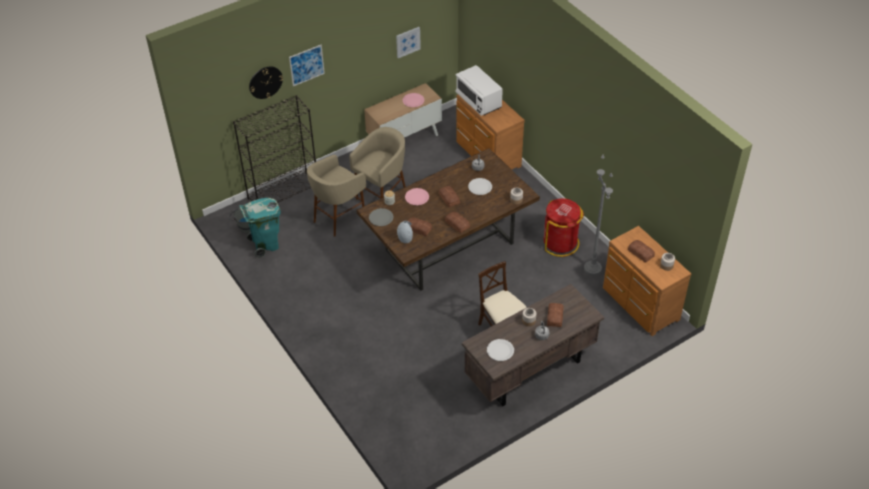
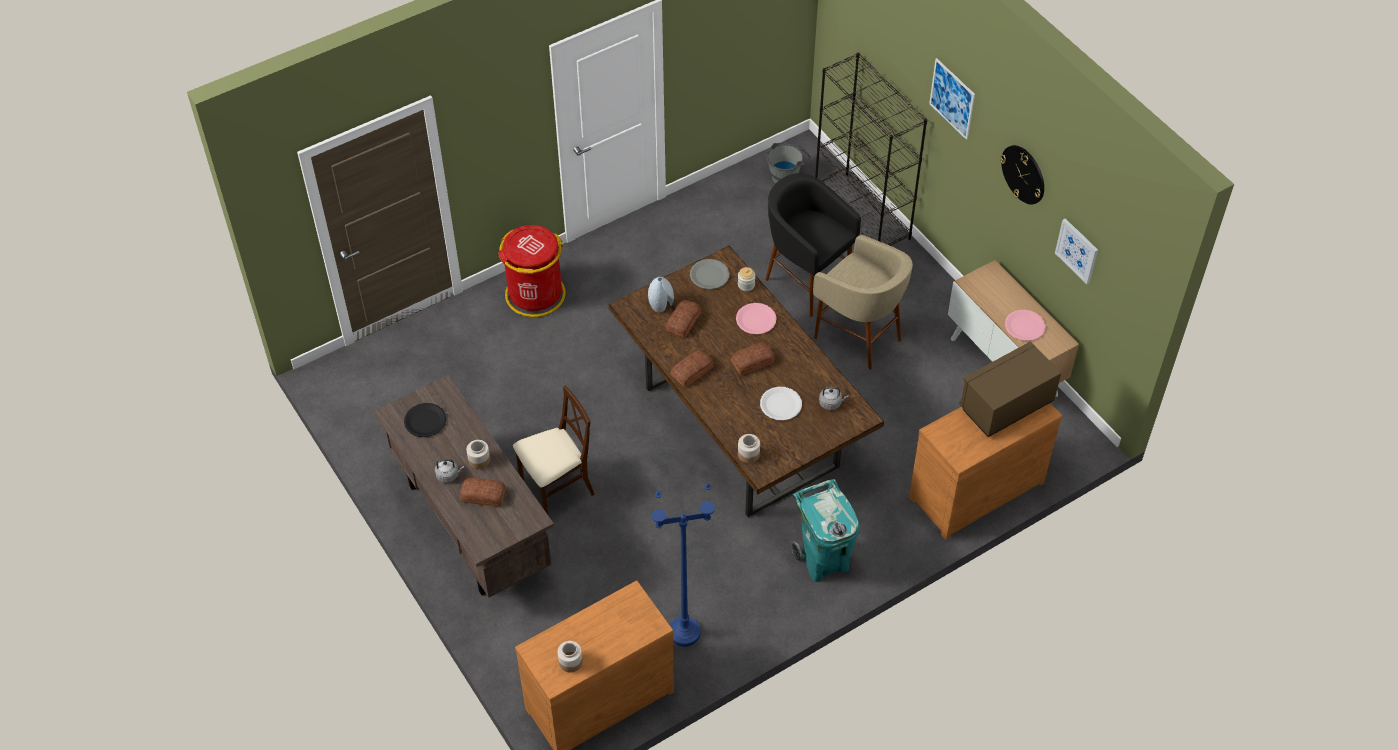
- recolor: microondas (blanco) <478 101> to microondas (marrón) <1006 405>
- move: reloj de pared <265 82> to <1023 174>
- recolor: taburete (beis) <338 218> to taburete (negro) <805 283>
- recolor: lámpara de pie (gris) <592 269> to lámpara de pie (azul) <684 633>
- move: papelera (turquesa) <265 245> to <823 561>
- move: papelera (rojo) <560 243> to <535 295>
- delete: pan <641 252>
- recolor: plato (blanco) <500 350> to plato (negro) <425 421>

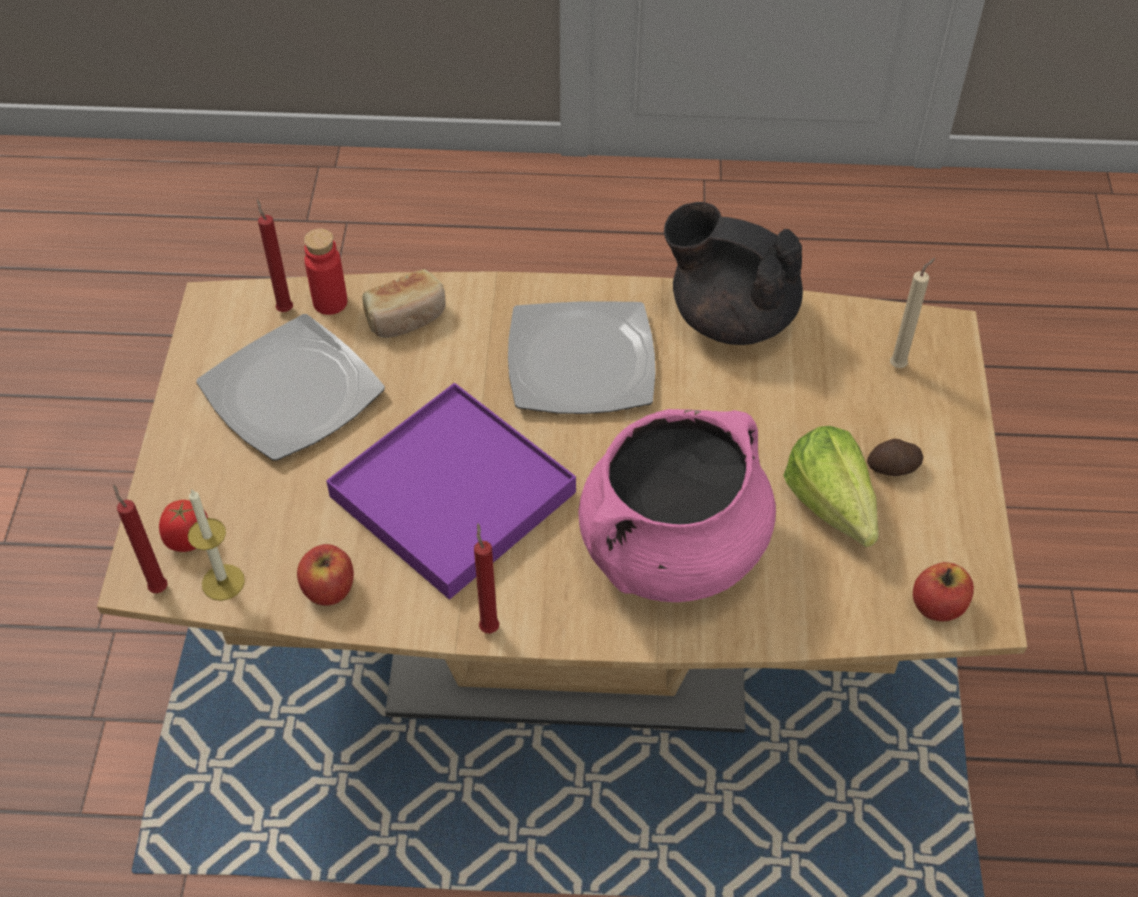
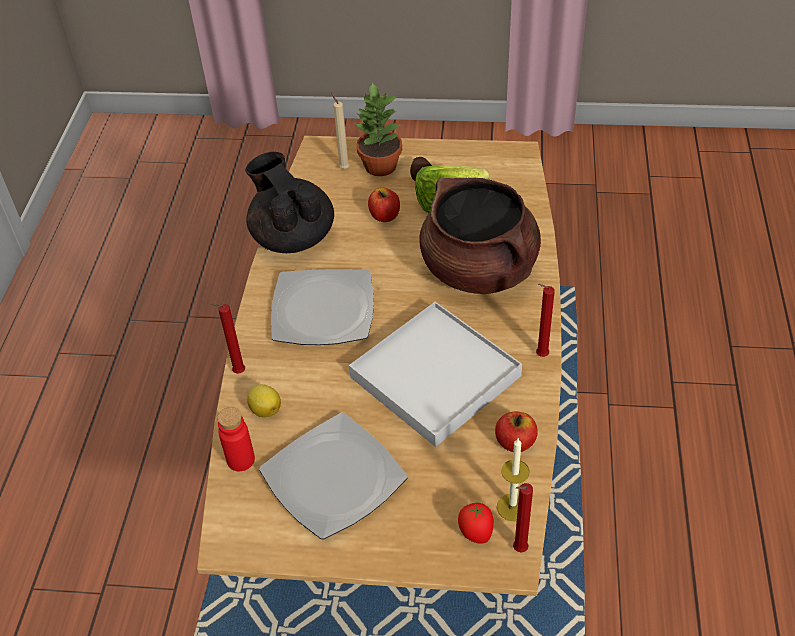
- move: vela (rojo) <284 308> to <237 372>
- rotate: tetera (negro) <730 316> = <292 236> 120 degrees clockwise
- replace: pan <406 317> to limón <265 409>
- recolor: bandeja (morado) <452 494> to bandeja (blanco) <435 377>
- recolor: olla (rosa) <672 549> to olla (marrón) <479 270>
- move: manzana <938 606> to <385 216>
- insert: planta en maceta <380 166>

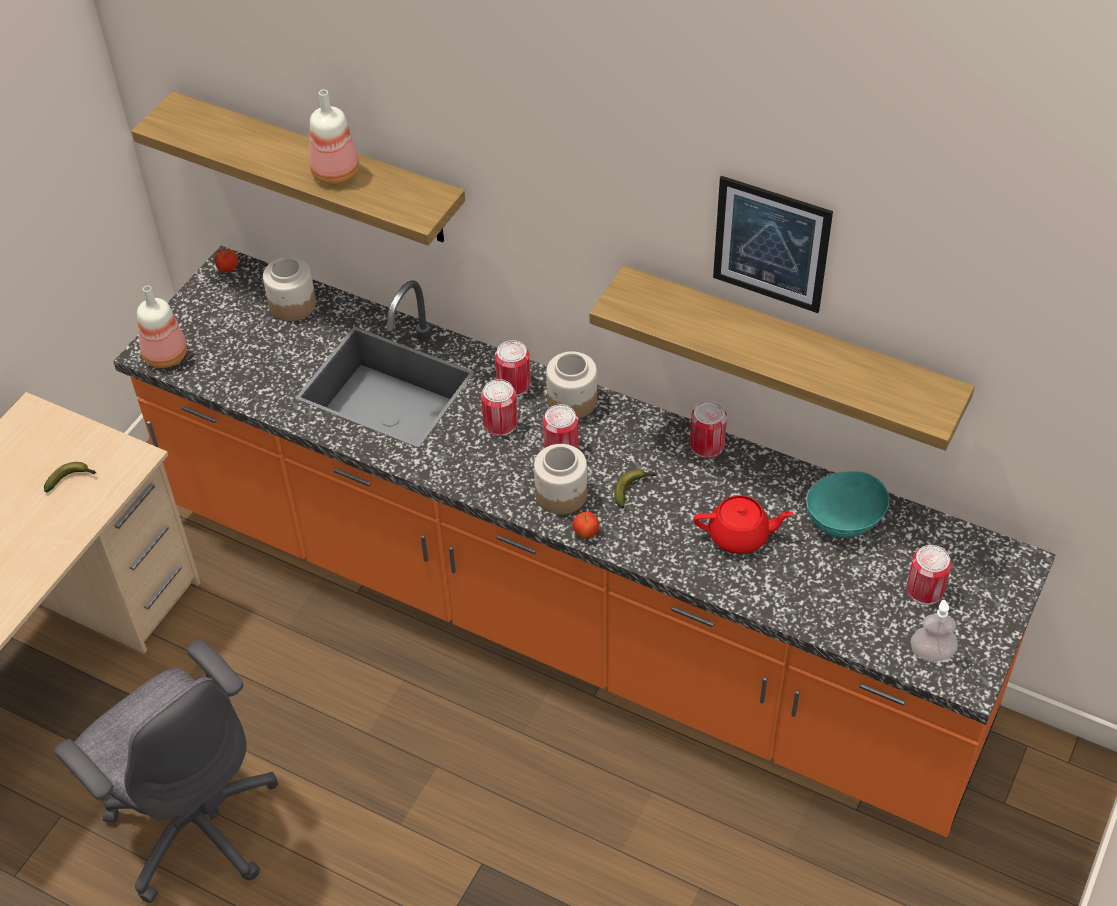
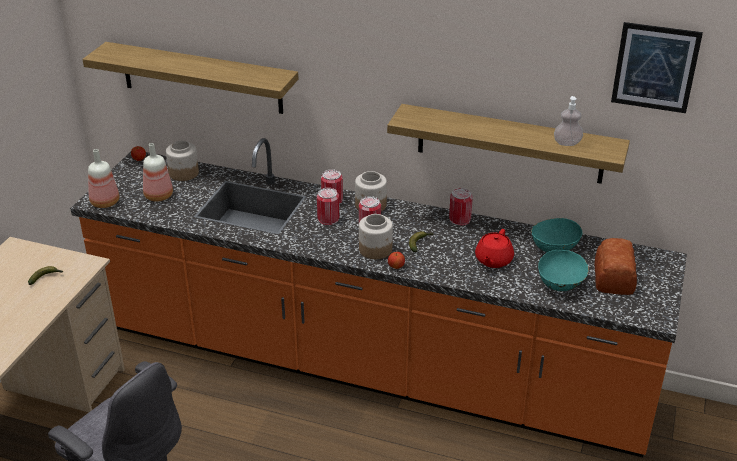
- move: botella <336 174> to <159 196>
- move: cuadro <771 244> to <655 67>
- rotate: tetera (rojo) <740 536> = <493 260> 120 degrees clockwise
- replace: lata <925 590> to pan <615 276>
- move: dispensador de jabón <931 653> to <567 143>
- insert: cuenco (turquesa) <561 284>

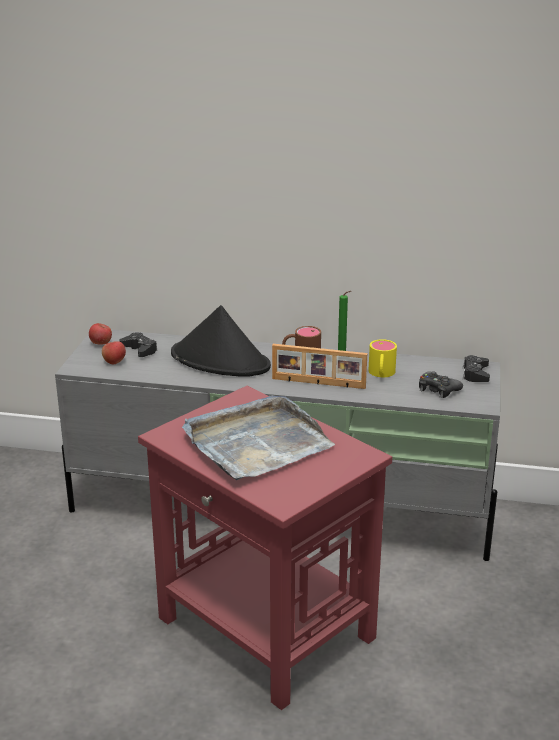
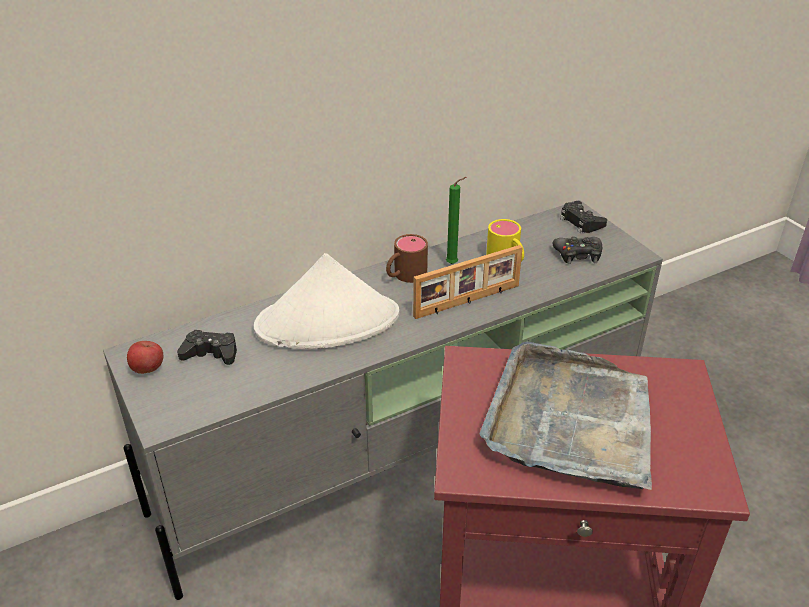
- recolor: sombrero (negro) <221 360> to sombrero (blanco) <328 322>
- delete: manzana <114 362>

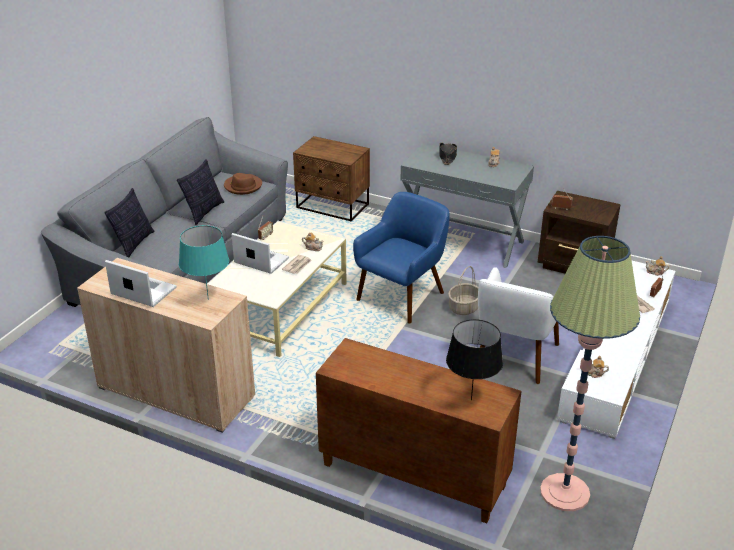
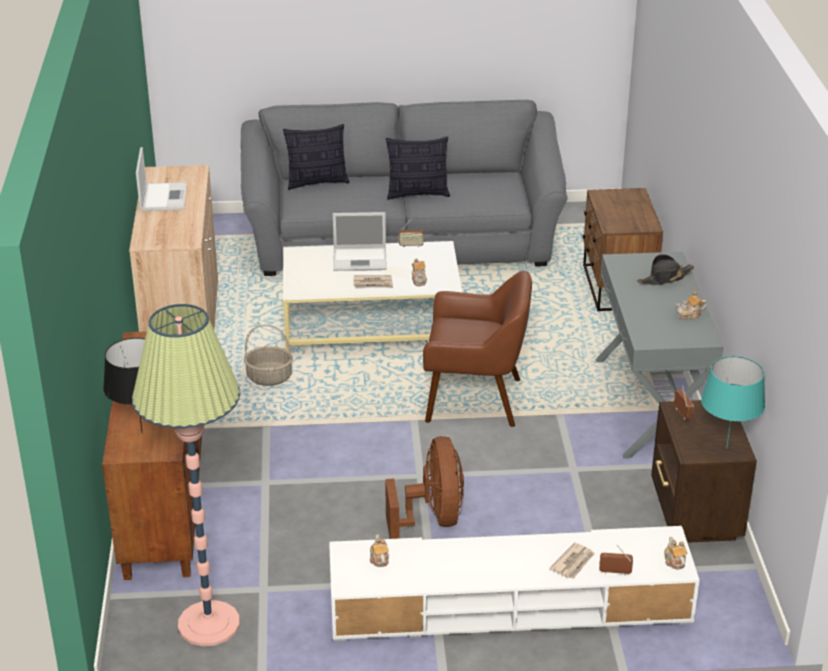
- delete: sombrero (marrón) <243 186>
- recolor: sillón (azul) <402 296> to sillón (marrón) <475 400>
- move: lámpara de mesa (turquesa) <208 299> to <726 448>
- rotate: portátil <260 260> = <361 259> 90 degrees clockwise
- move: cesta <464 308> to <268 377>
- replace: sillón (blanco) <515 356> to ventilador (marrón) <432 519>

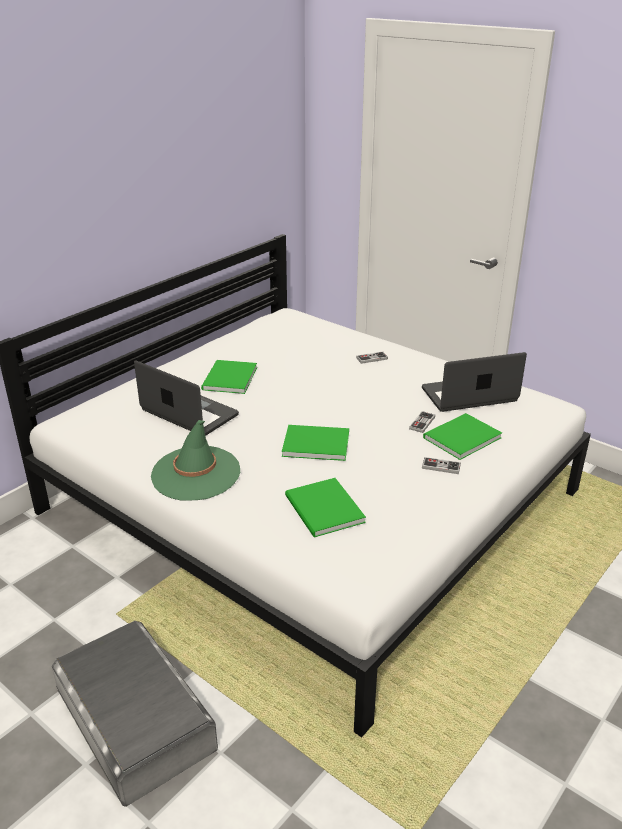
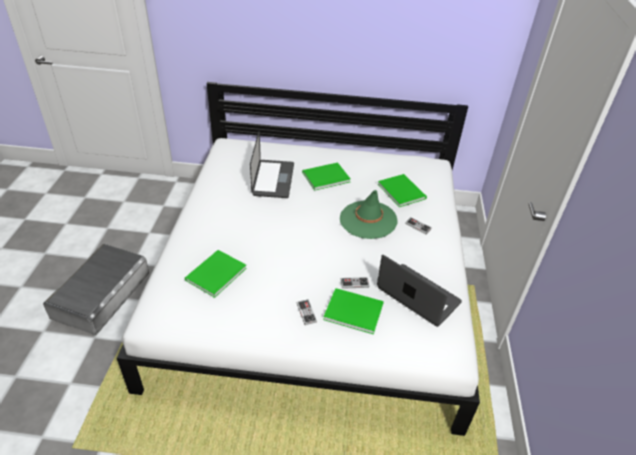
- move: sombrero (verde) <196 473> to <368 220>
- move: libro (verde) <314 443> to <401 190>

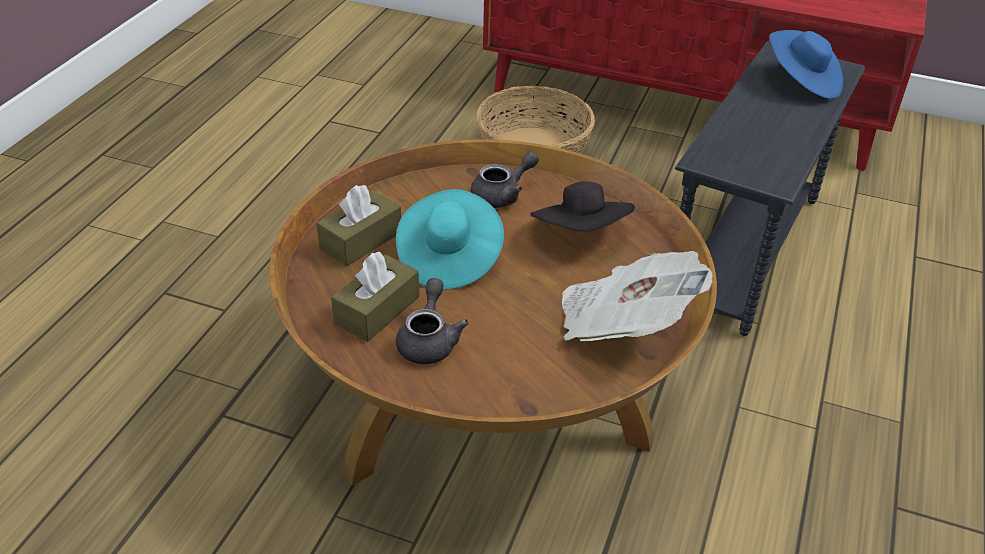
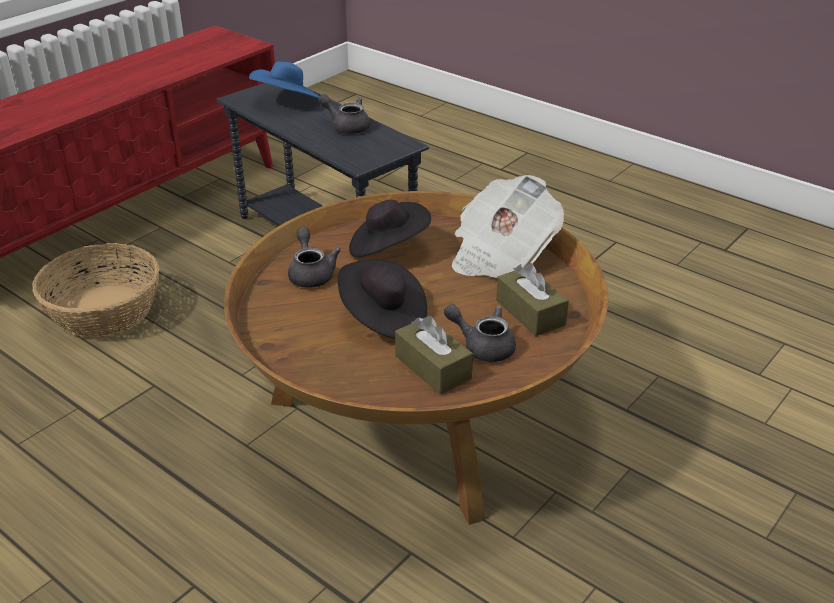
- move: caja de pañuelos (marrón) <361 240> to <530 313>
- recolor: sombrero (turquesa) <448 258> to sombrero (negro) <383 317>
- insert: tetera (gris) <347 126>

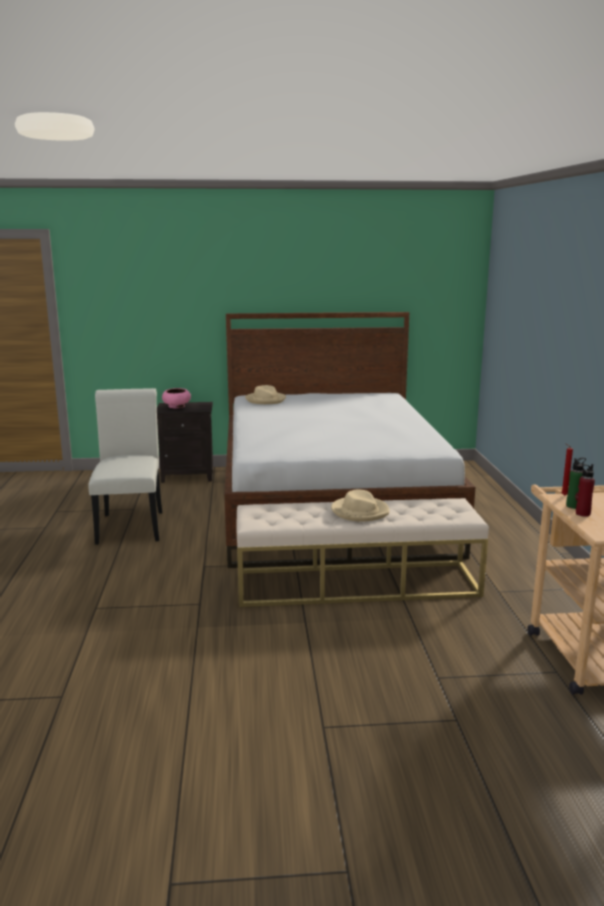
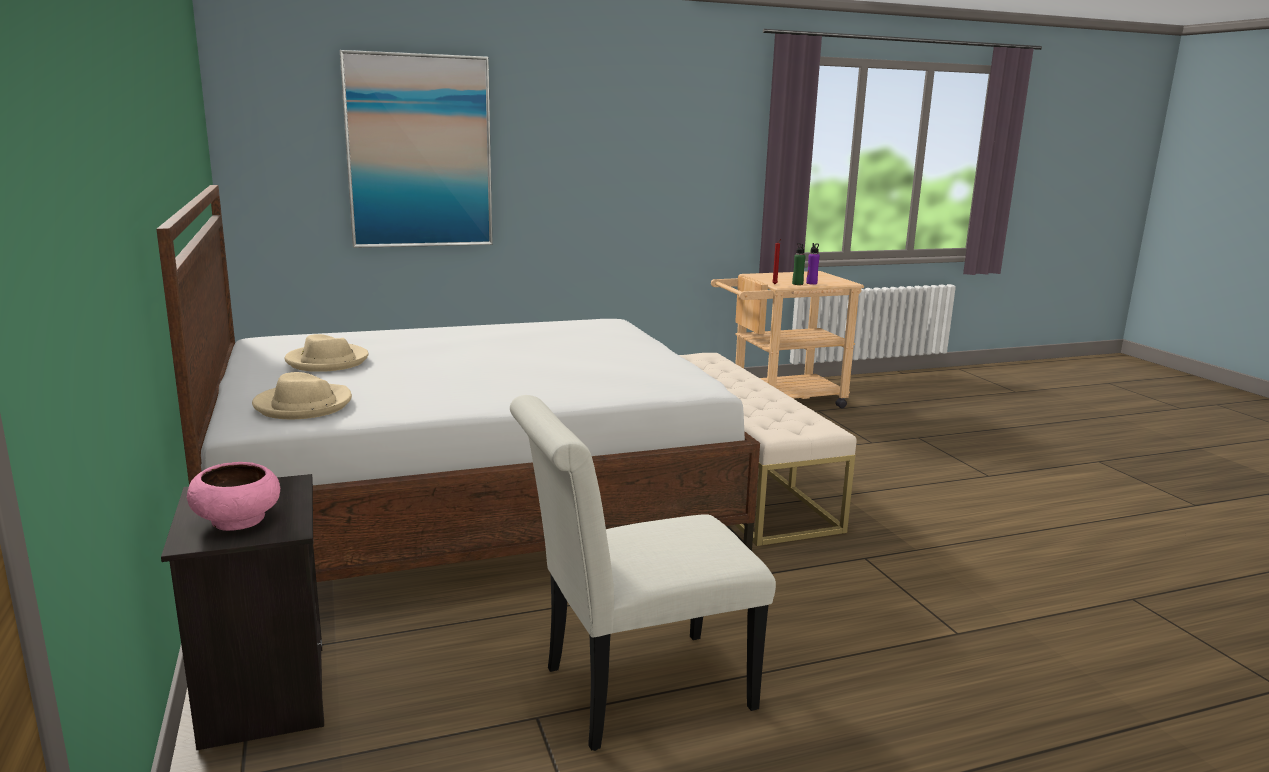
- recolor: botella (rojo) <582 513> to botella (morado) <811 283>
- move: sombrero (beis) <360 511> to <327 361>
- insert: cuadro <419 152>

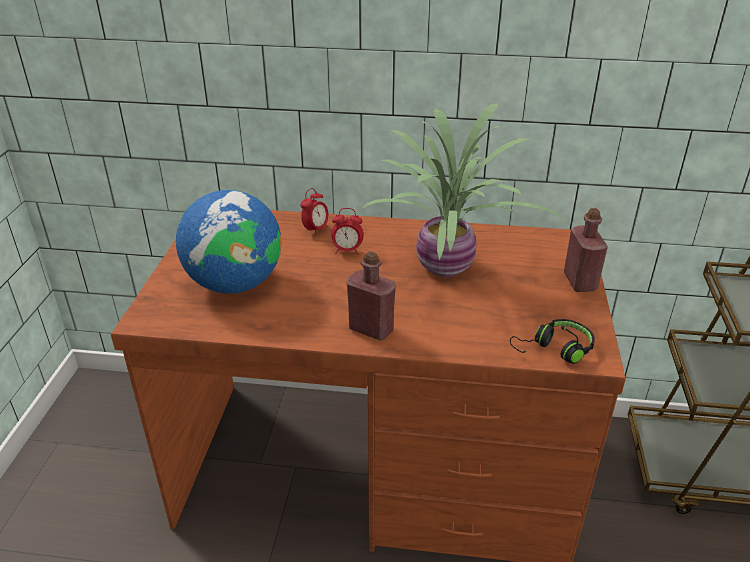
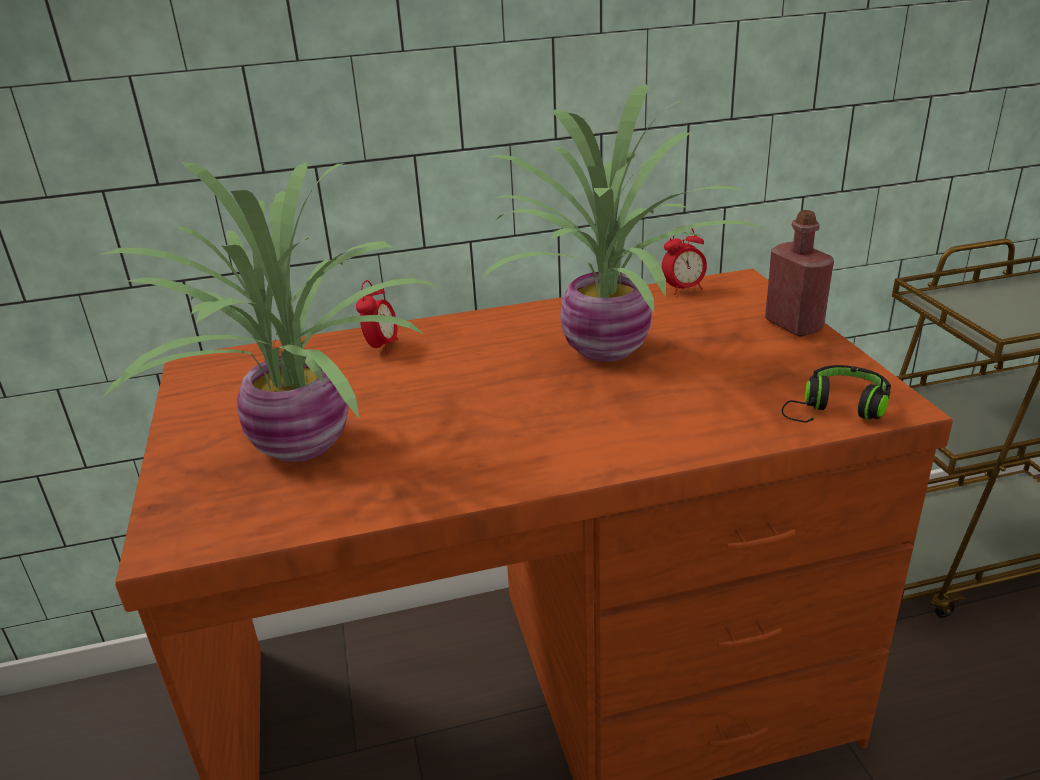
- replace: globo terráqueo <234 284> to planta en maceta <300 447>
- move: despertador <347 251> to <683 289>
- delete: botella (rojo) <371 329>

